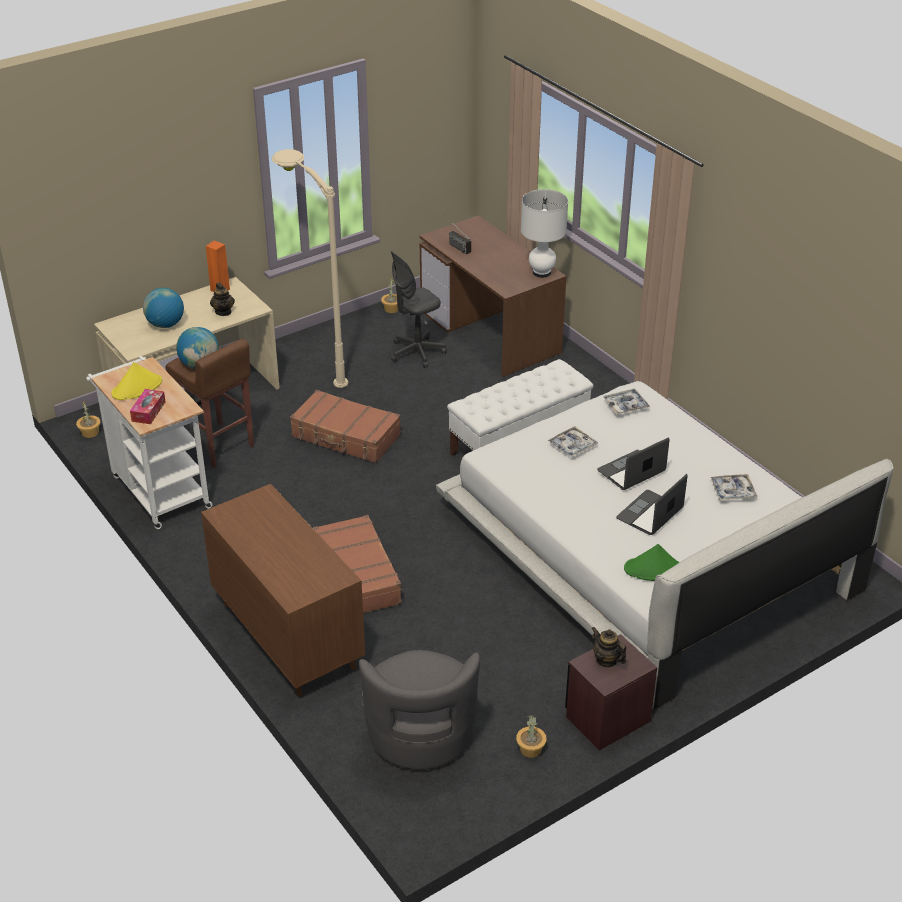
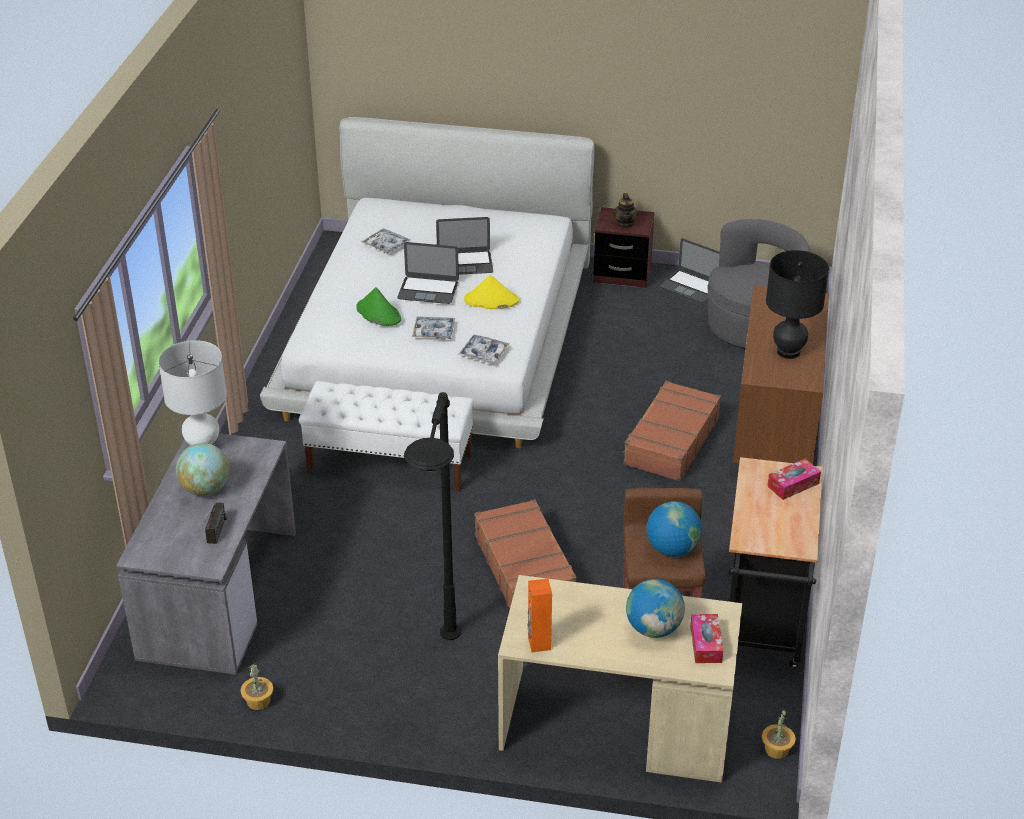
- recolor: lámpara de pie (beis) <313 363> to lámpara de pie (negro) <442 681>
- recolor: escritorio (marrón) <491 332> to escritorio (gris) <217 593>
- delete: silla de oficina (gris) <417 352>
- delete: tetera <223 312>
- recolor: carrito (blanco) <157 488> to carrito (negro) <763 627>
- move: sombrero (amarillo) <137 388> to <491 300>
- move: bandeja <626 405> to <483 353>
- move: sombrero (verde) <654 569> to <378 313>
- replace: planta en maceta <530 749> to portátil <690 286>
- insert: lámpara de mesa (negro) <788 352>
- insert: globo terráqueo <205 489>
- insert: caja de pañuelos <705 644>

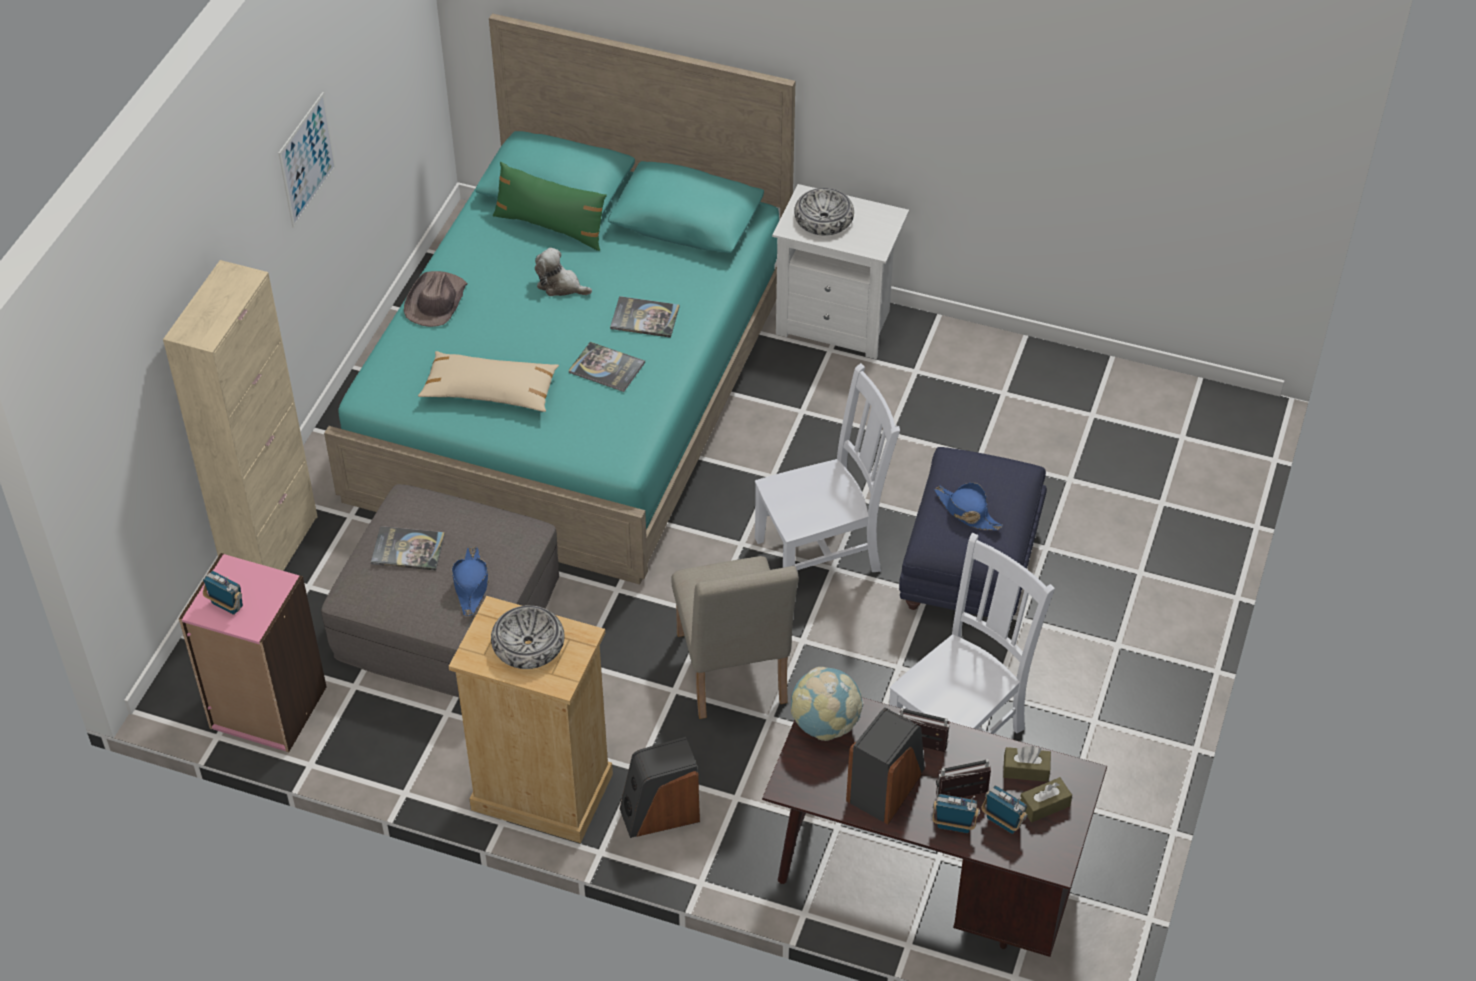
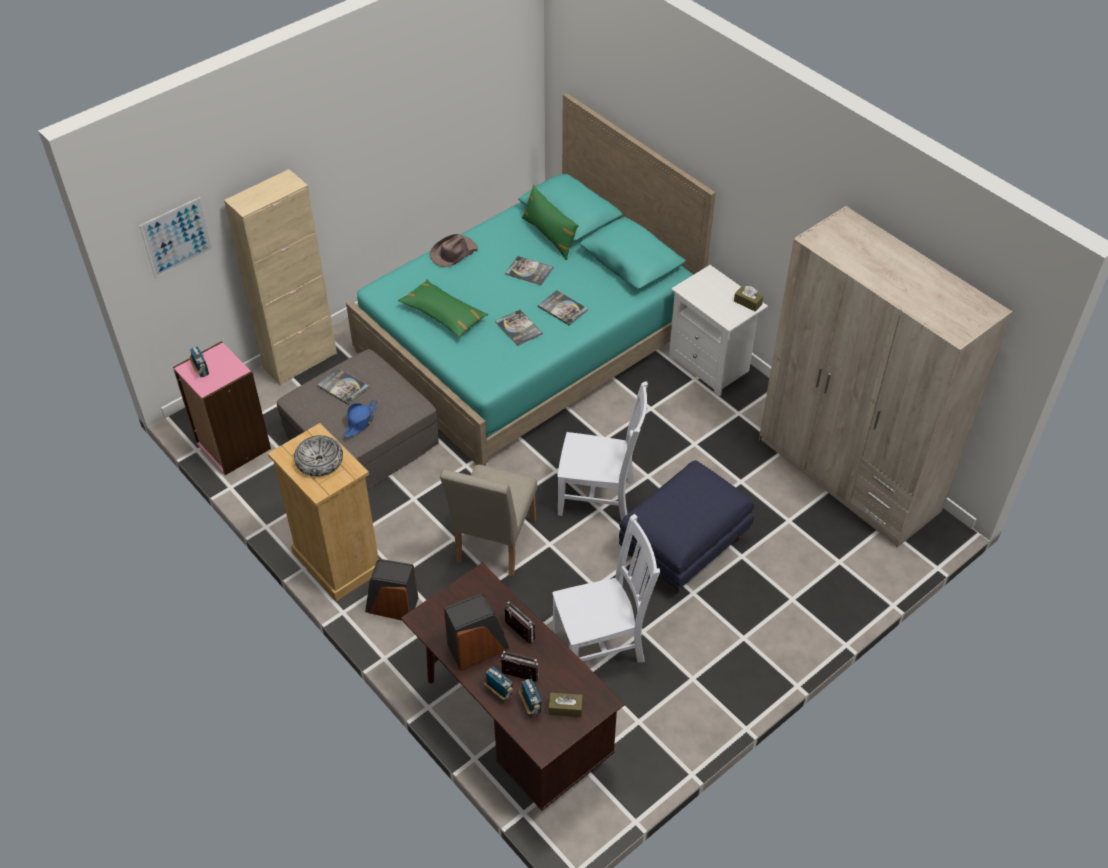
- move: cuadro <307 159> to <177 237>
- delete: cuenco <823 219>
- replace: peluche <560 285> to libro <529 271>
- recolor: cojín (beis) <490 391> to cojín (verde) <443 315>
- delete: sombrero (azul) <967 512>
- delete: globo terráqueo <825 724>
- move: caja de pañuelos (marrón) <1026 770> to <747 303>
- insert: armario ropero (beis) <848 475>

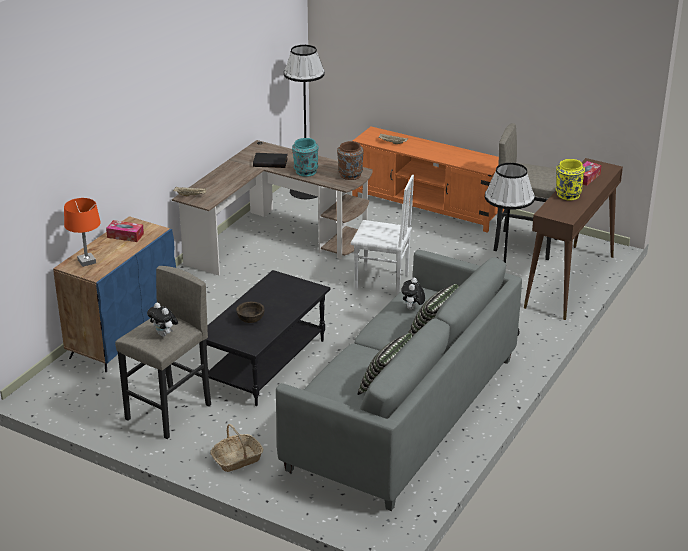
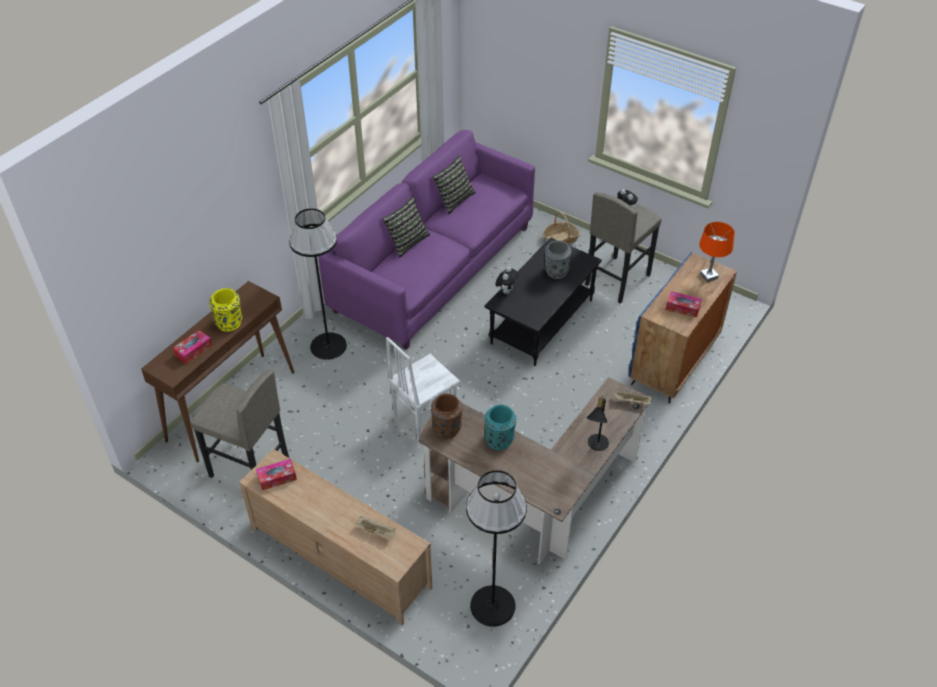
- recolor: mueble de televisión (naranja) <427 206> to mueble de televisión (beis) <339 556>
- delete: libro (negro) <270 162>
- rotate: silla (blanco) <382 282> = <423 417> 60 degrees counterclockwise
- recolor: sofá (gris) <404 412> to sofá (morado) <434 268>
- move: peluche <412 308> to <506 290>
- replace: cuenco (marrón) <250 319> to florero (gris) <556 272>
- insert: lámpara de mesa (negro) <596 445>
- insert: caja de pañuelos <277 478>

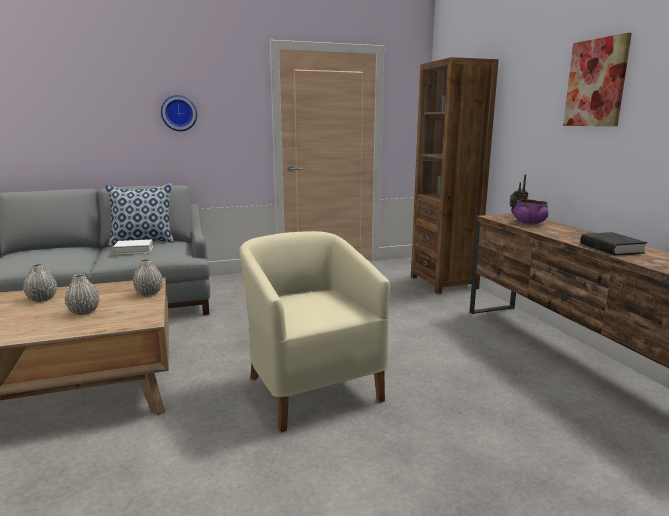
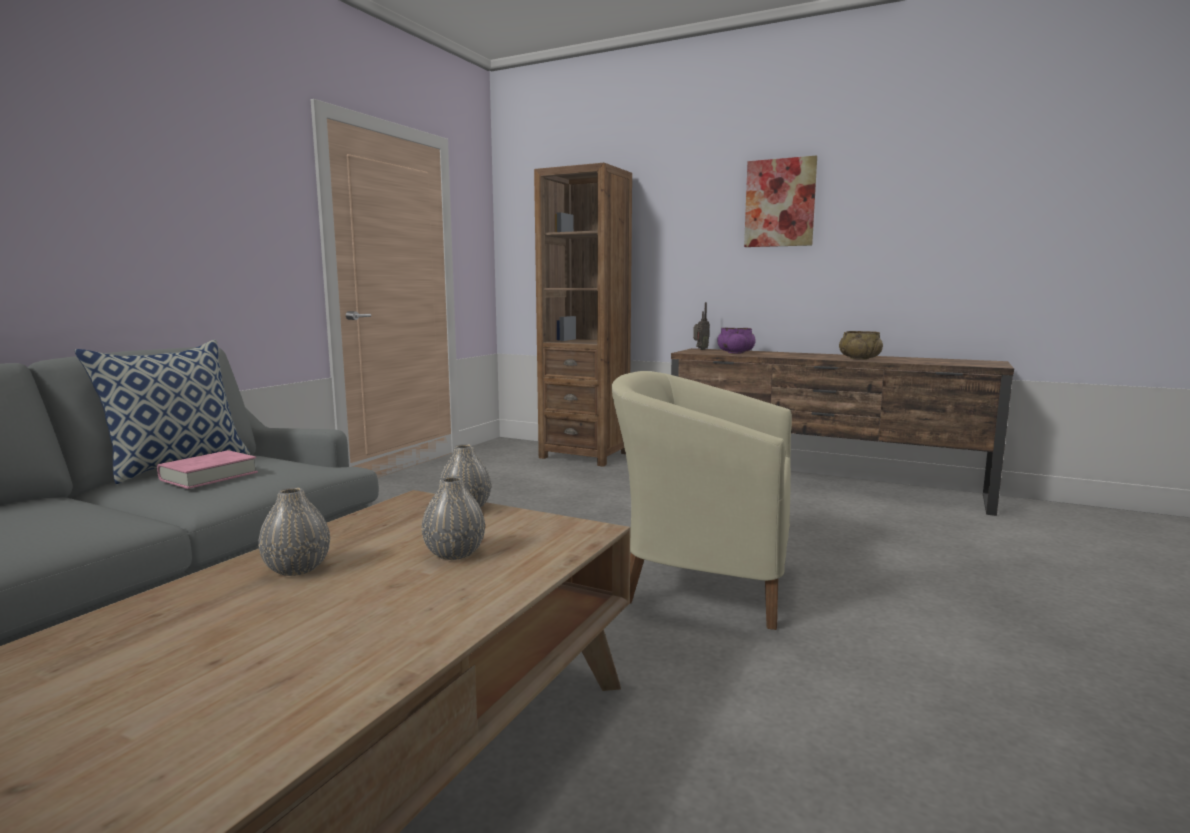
- delete: reloj de pared <179 113>
- replace: libro (negro) <611 248> to cuenco (beis) <859 358>
- recolor: libro (blanco) <134 250> to libro (rosa) <209 476>

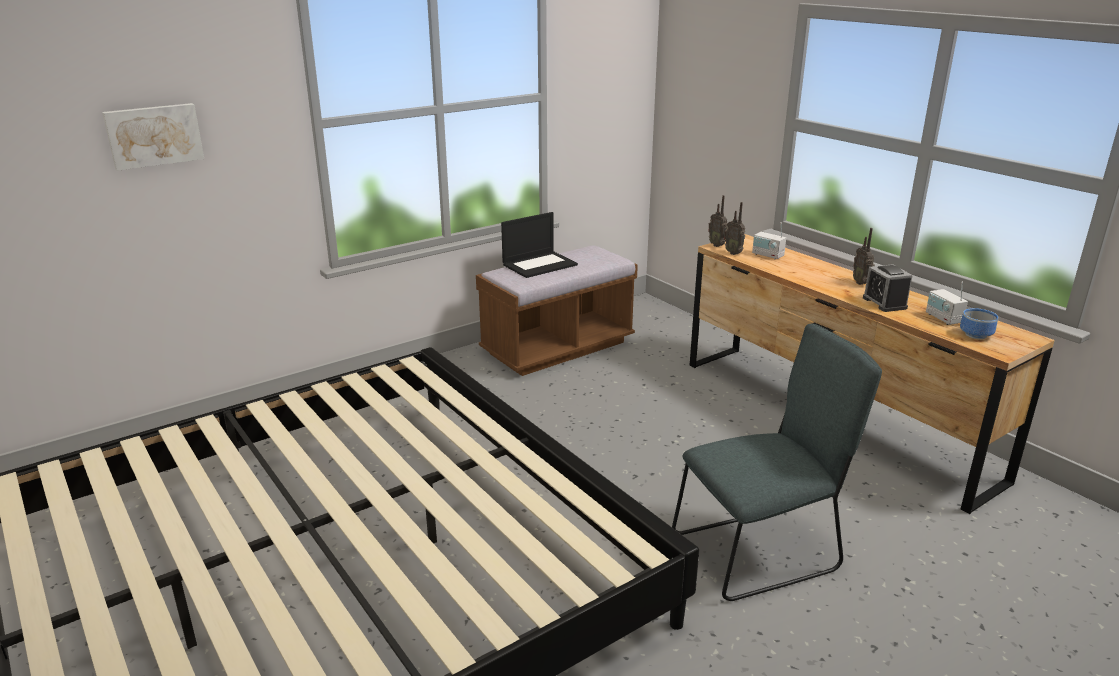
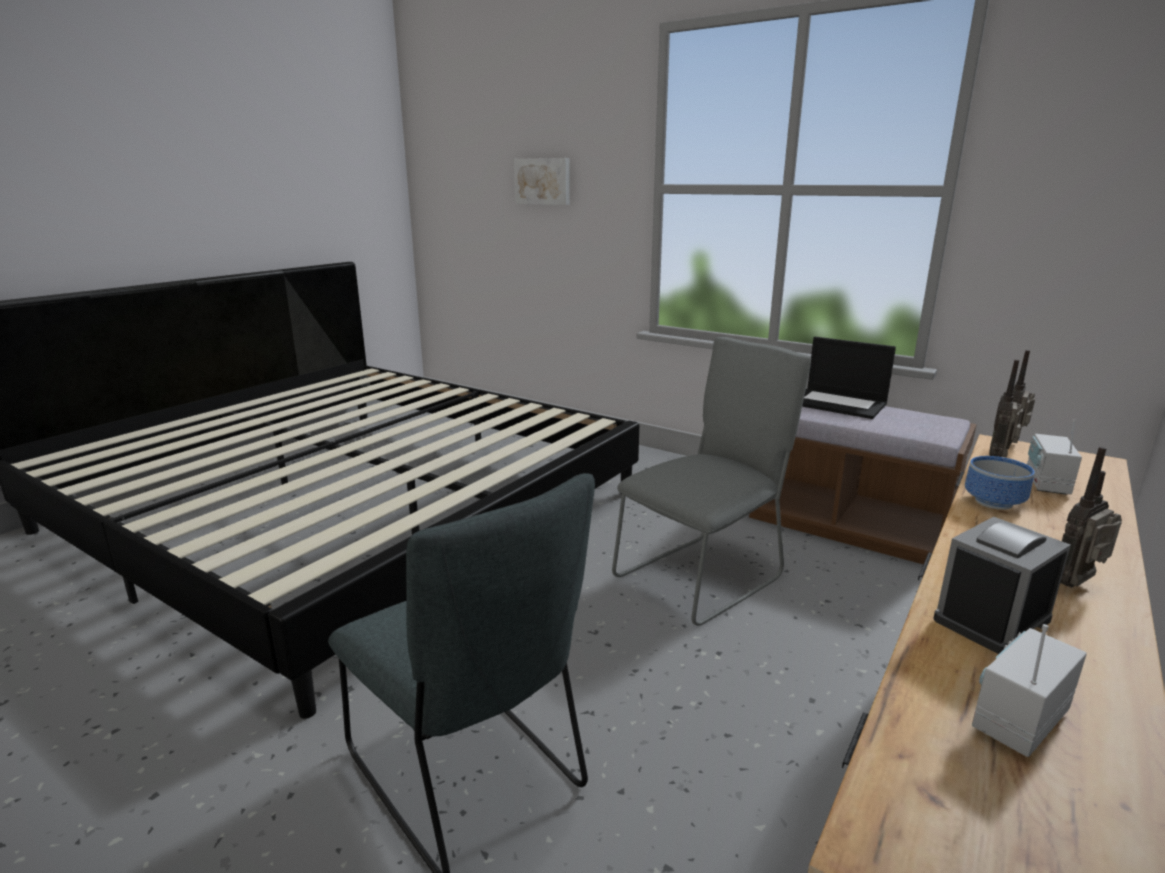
- move: cuenco <974 334> to <995 501>
- insert: silla (gris) <704 575>

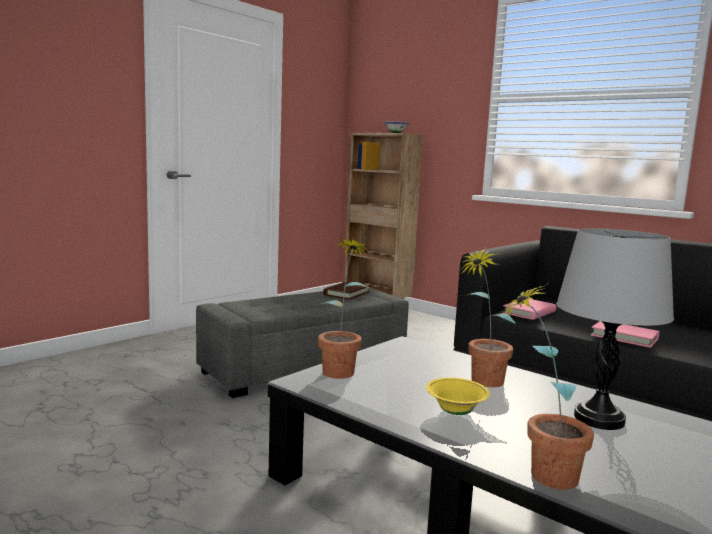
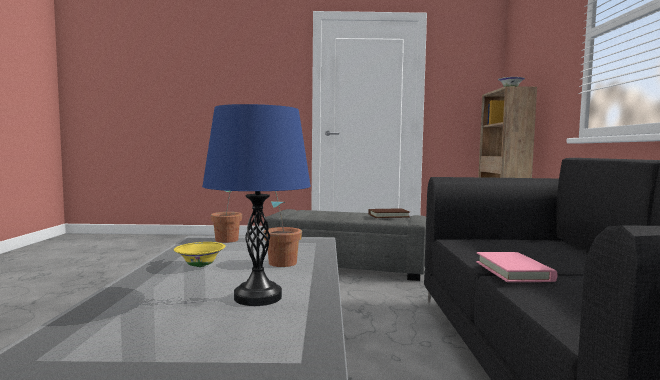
- recolor: lámpara de mesa (gris) <599 419> to lámpara de mesa (azul) <258 297>
- delete: planta en maceta <538 474>
- delete: libro (rosa) <529 312>

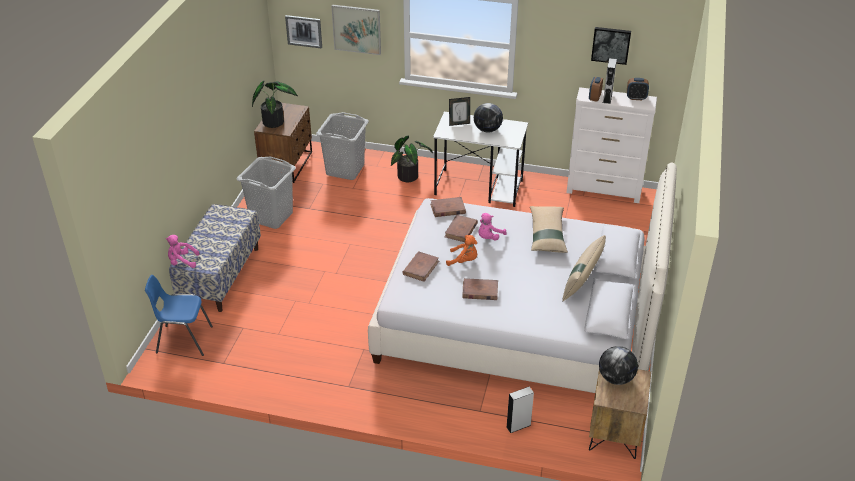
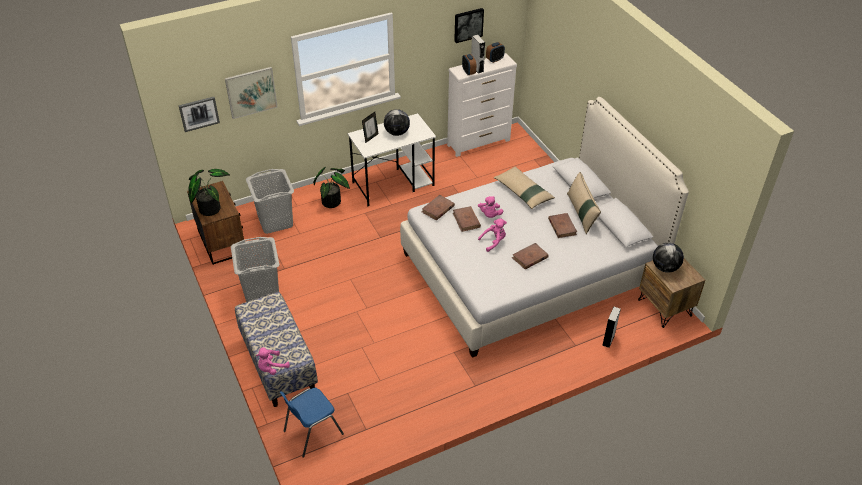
- recolor: peluche (naranja) <464 261> to peluche (rosa) <494 242>
- move: libro (marrón) <421 268> to <562 227>

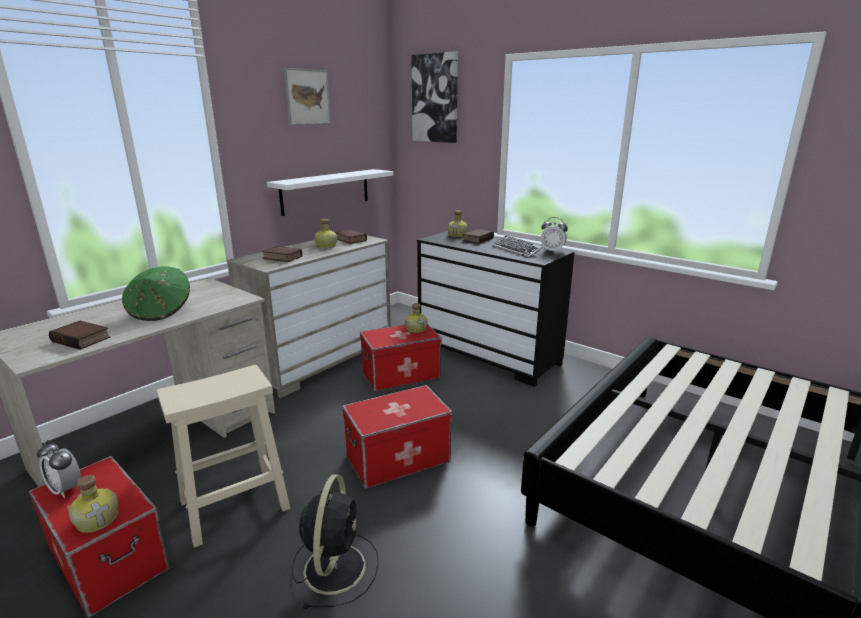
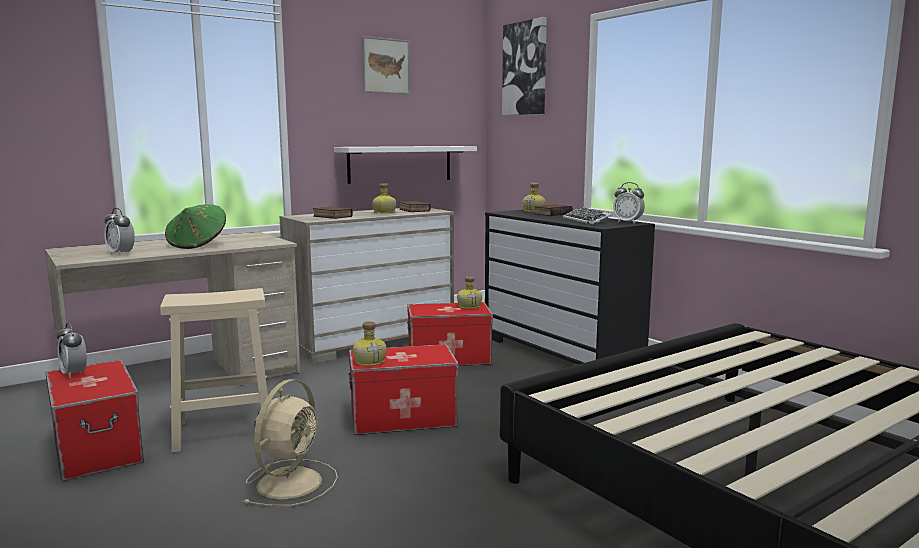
- replace: libro <83 339> to despertador <121 254>
- recolor: ventilador (negro) <335 566> to ventilador (beis) <291 481>
- move: botella <98 519> to <370 361>

